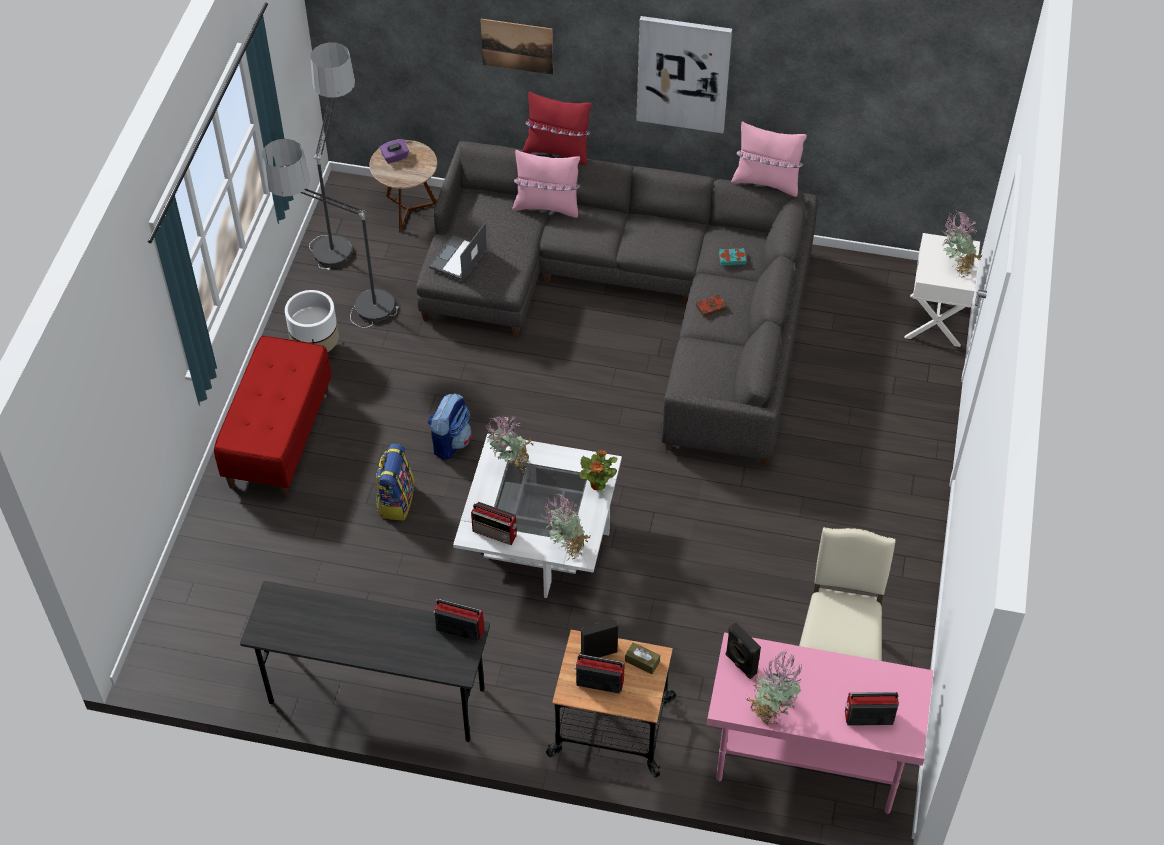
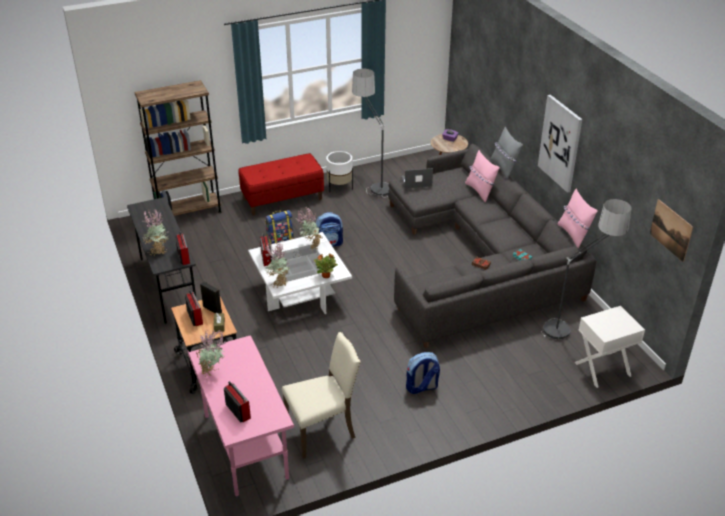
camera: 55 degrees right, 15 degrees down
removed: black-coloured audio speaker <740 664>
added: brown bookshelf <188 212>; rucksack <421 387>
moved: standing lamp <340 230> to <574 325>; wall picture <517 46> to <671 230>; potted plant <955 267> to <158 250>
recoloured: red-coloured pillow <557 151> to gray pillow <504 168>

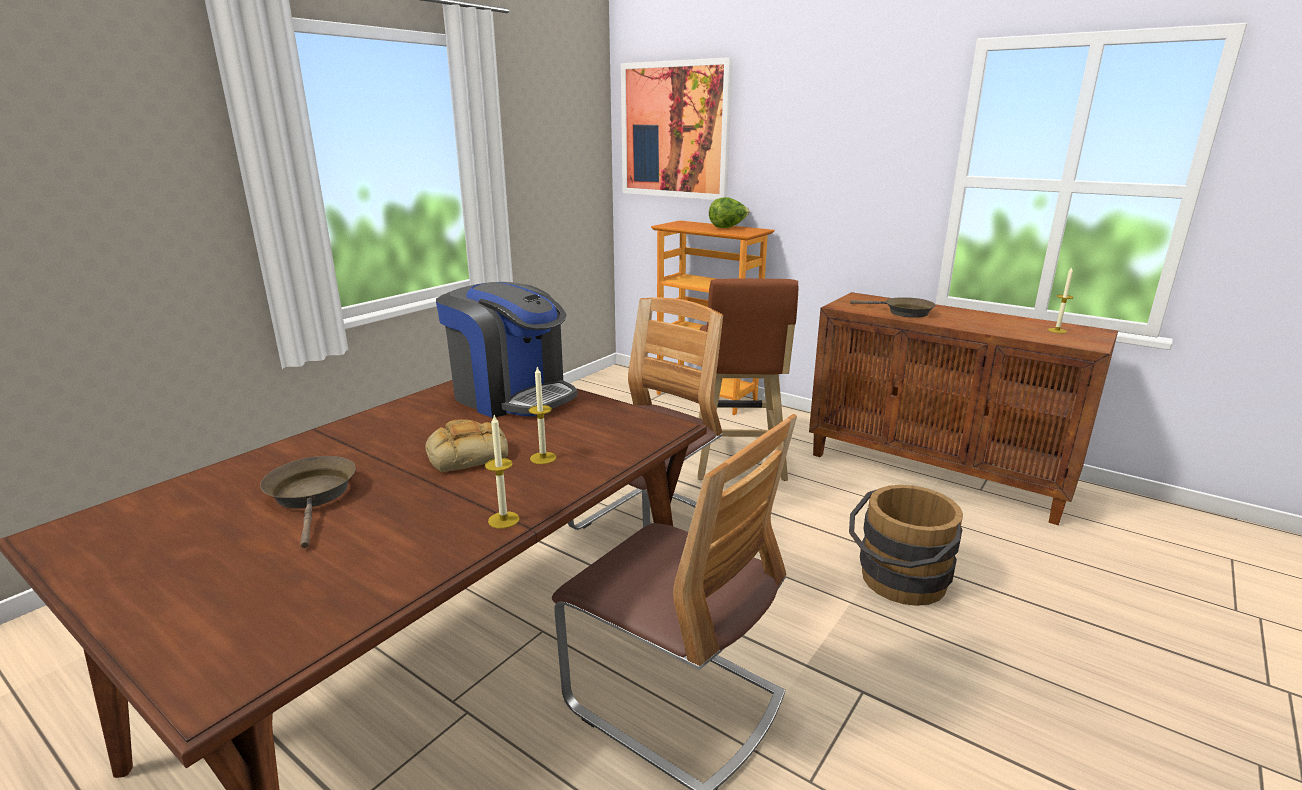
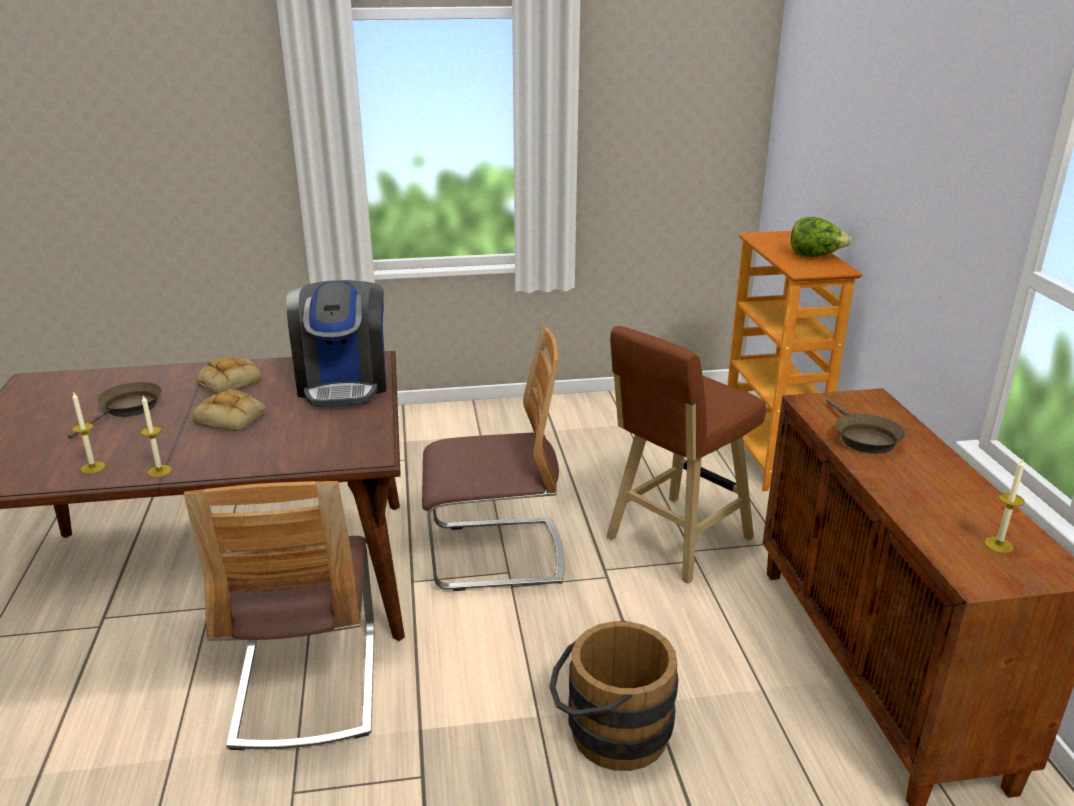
camera: 45 degrees right, 5 degrees up
removed: wall picture <675 130>
added: baked bread <230 382>
moved: wax candle <543 458> to <93 467>

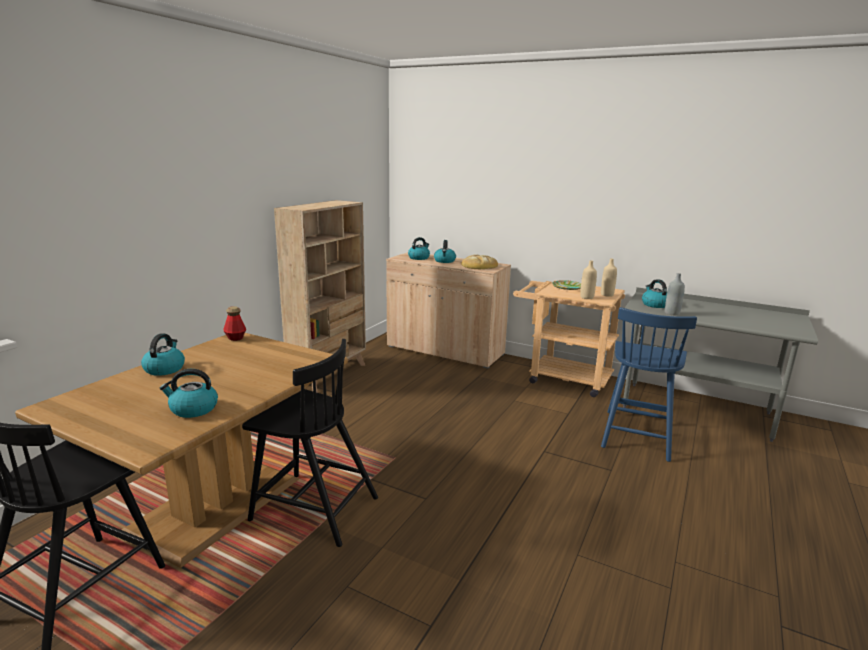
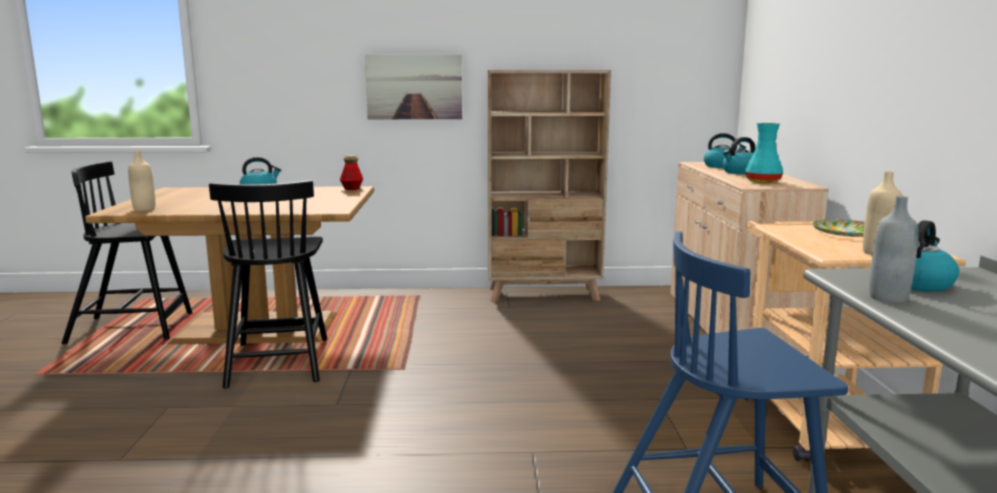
camera: 60 degrees right, 5 degrees down
removed: kettle <193 409>
added: wall picture <414 87>
moved: beige beverage bottle <586 297> to <144 209>
replaced: baked bread <479 266> to turquoise-coloured flower vase <763 181>

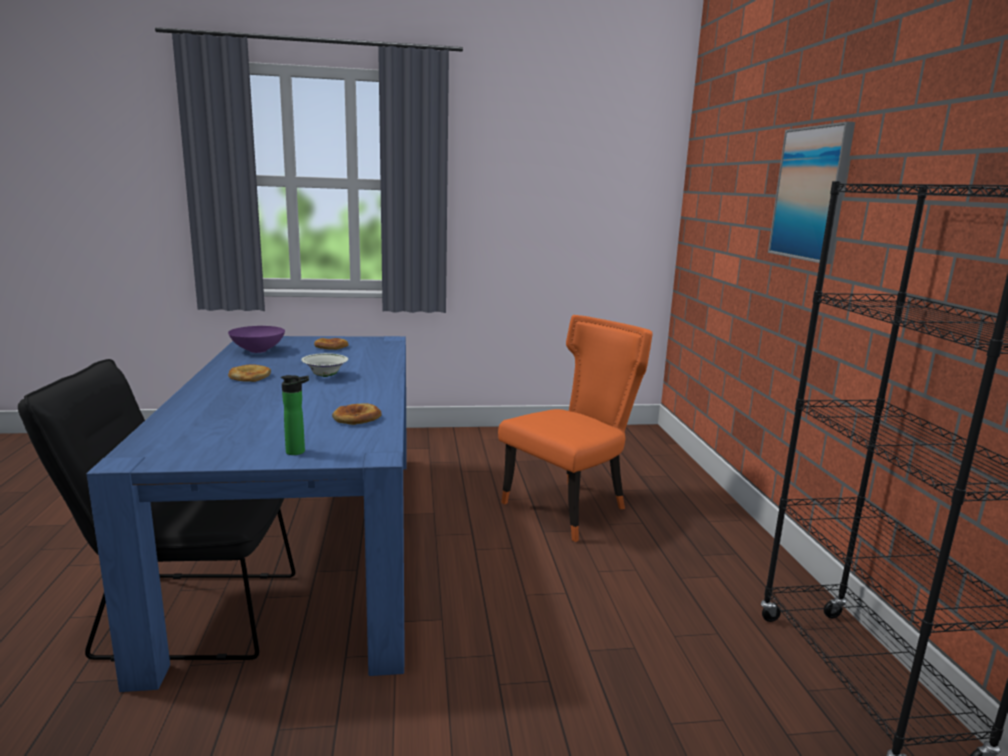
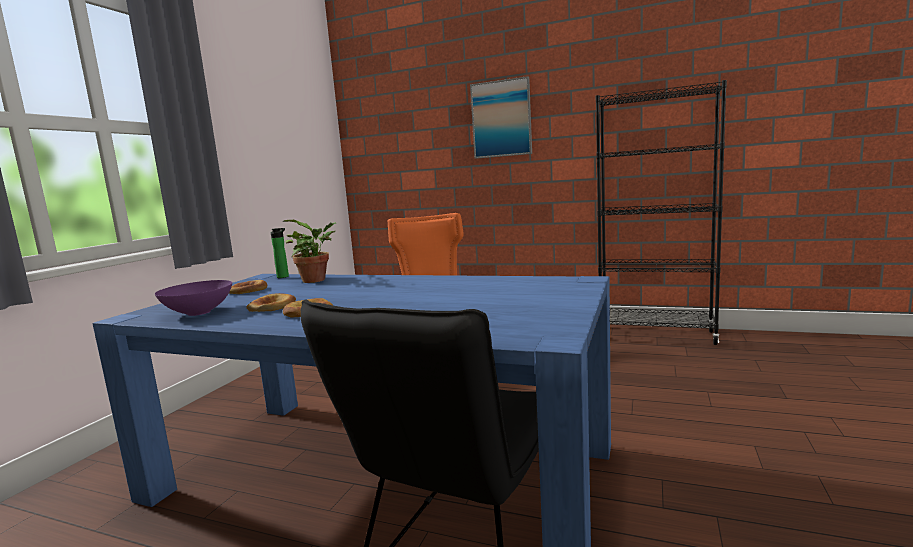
camera: 60 degrees left, 5 degrees down
removed: whitish bowl <325 376>
added: potted plant <317 280>
moved: beverage bottle <298 451> to <284 276>; baked bread <356 418> to <273 307>

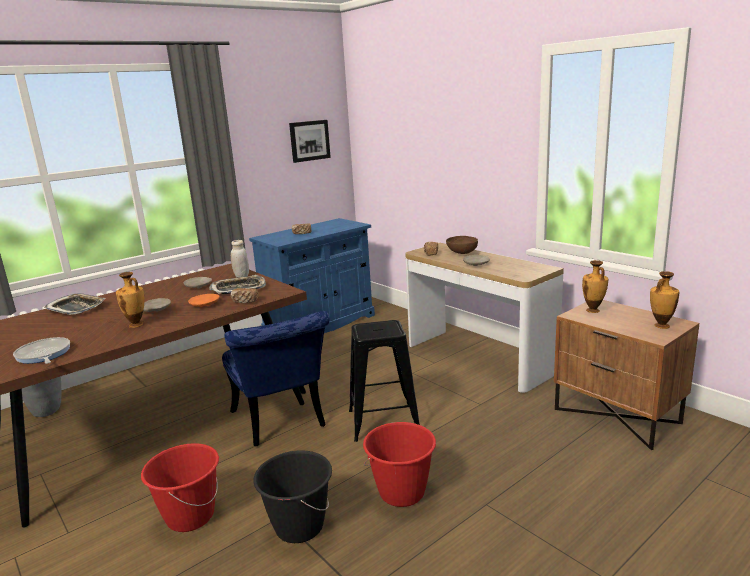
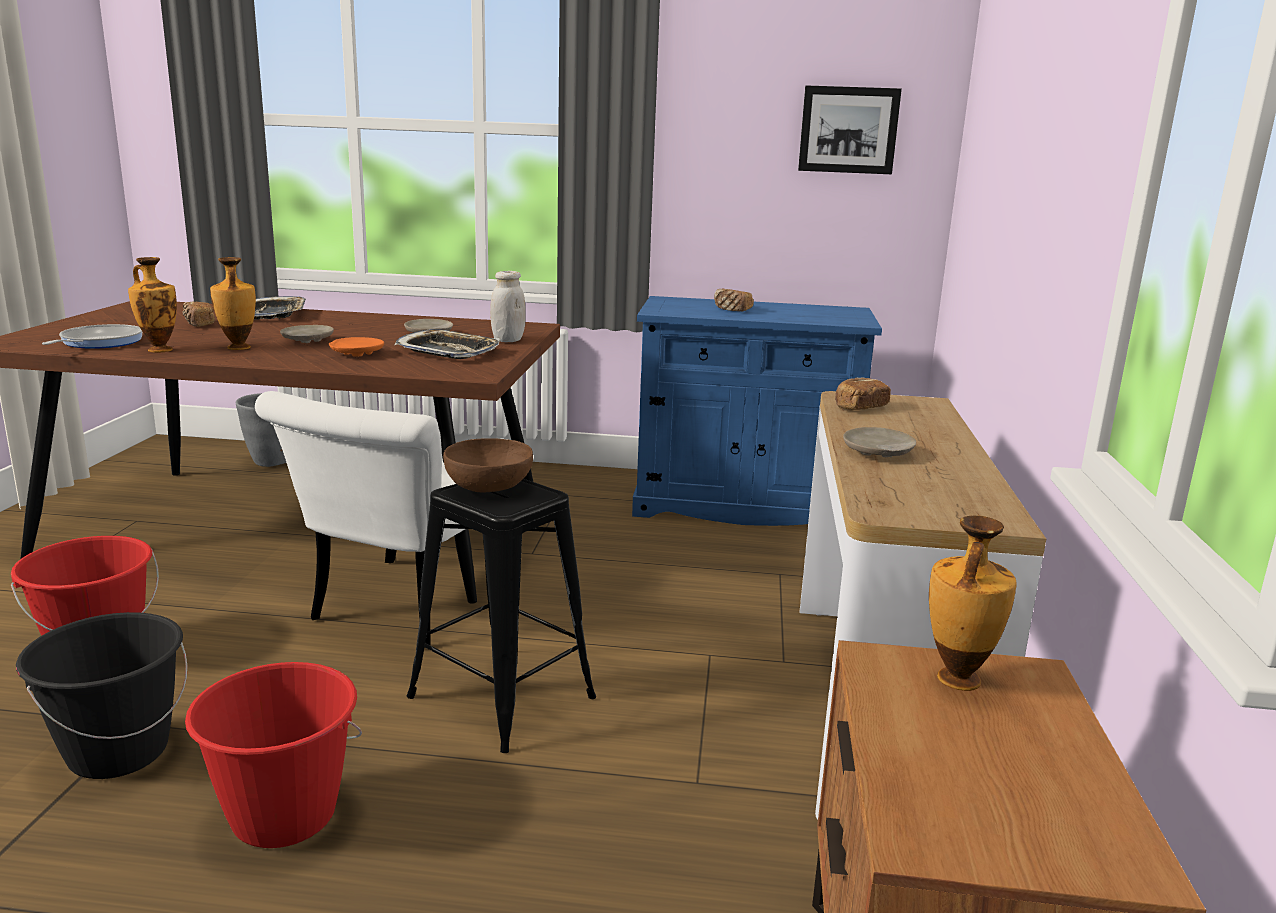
camera: 45 degrees right, 0 degrees up
moved: baked bread <245 301> to <199 324>; brown bowl <461 252> to <489 486>; flower vase <661 326> to <159 349>
recoloured: blue plain chair <281 423> to whitish plain chair <398 610>

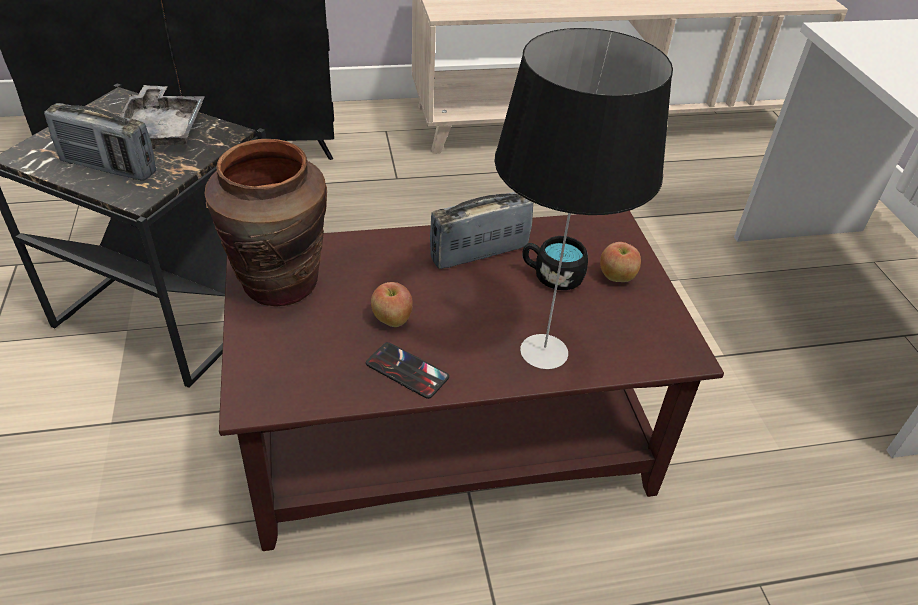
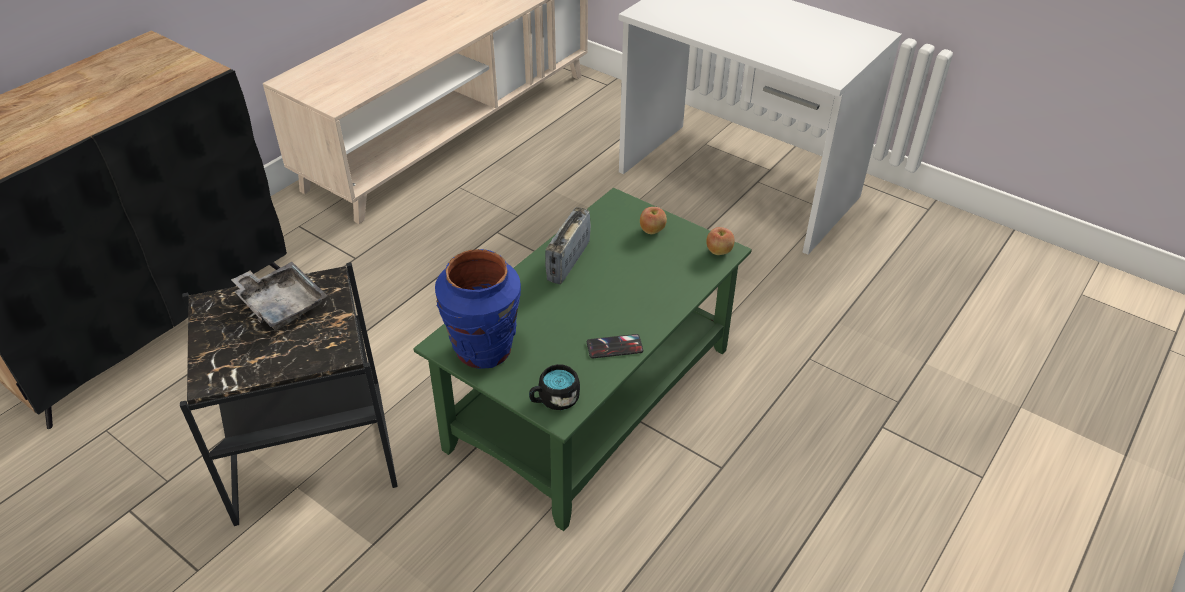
camera: 40 degrees left, 0 degrees up
removed: radio set <109 168>; table lamp <546 352>
moved: whole apple <391 320> to <719 252>; black-coloured coffee mug <551 276> to <554 399>
recoloured: brown flower vase <280 283> to blue flower vase <484 350>; brown coffee table <446 438> to green-coloured coffee table <590 400>

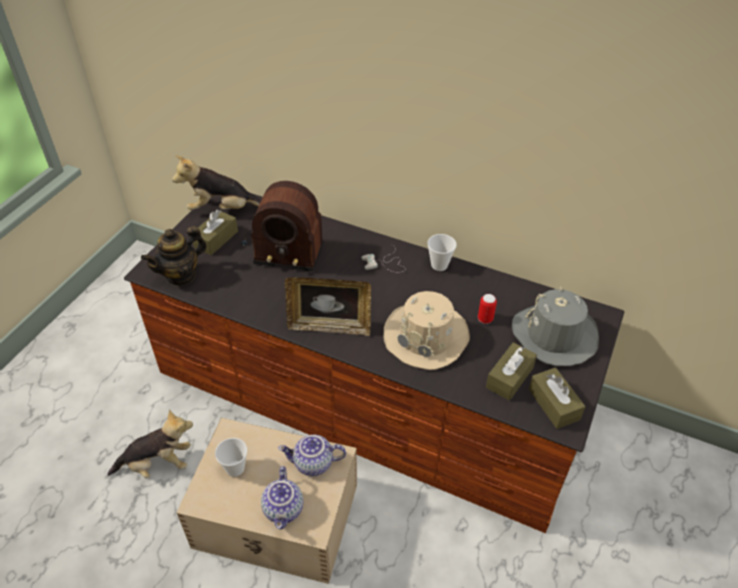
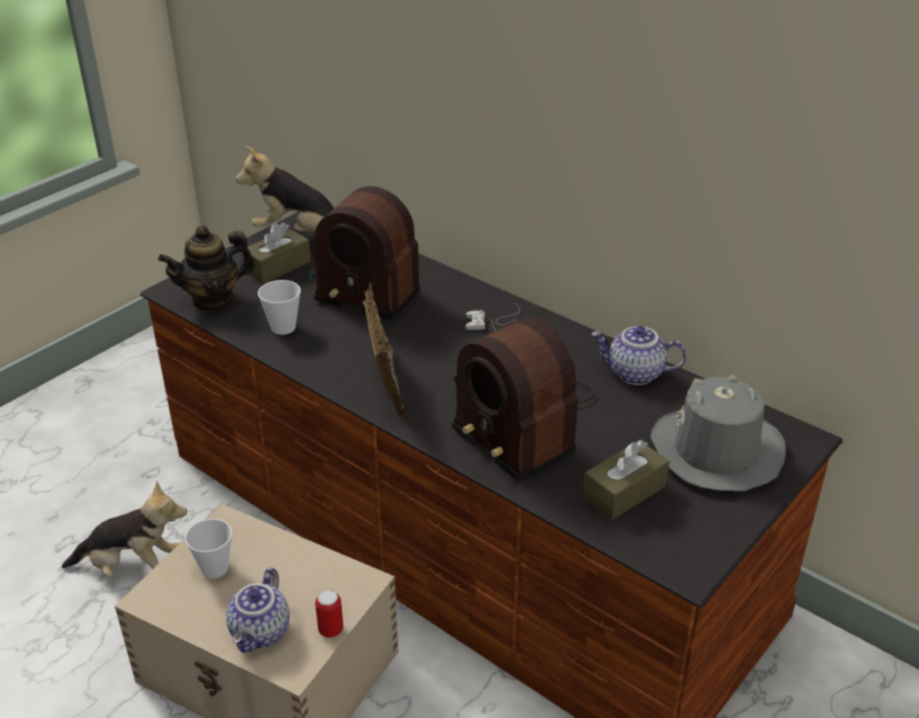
camera: 15 degrees right, 10 degrees down
removed: brown box of tissues <553 404>
moved: pot for tea <313 464> to <634 374>; drinking cup <439 265> to <283 327>; sealed can <485 319> to <331 630>
replaced: beige wearable hat <426 336> to radio set <521 421>
turned: photo frame <329 326> = <387 387> 120 degrees counterclockwise

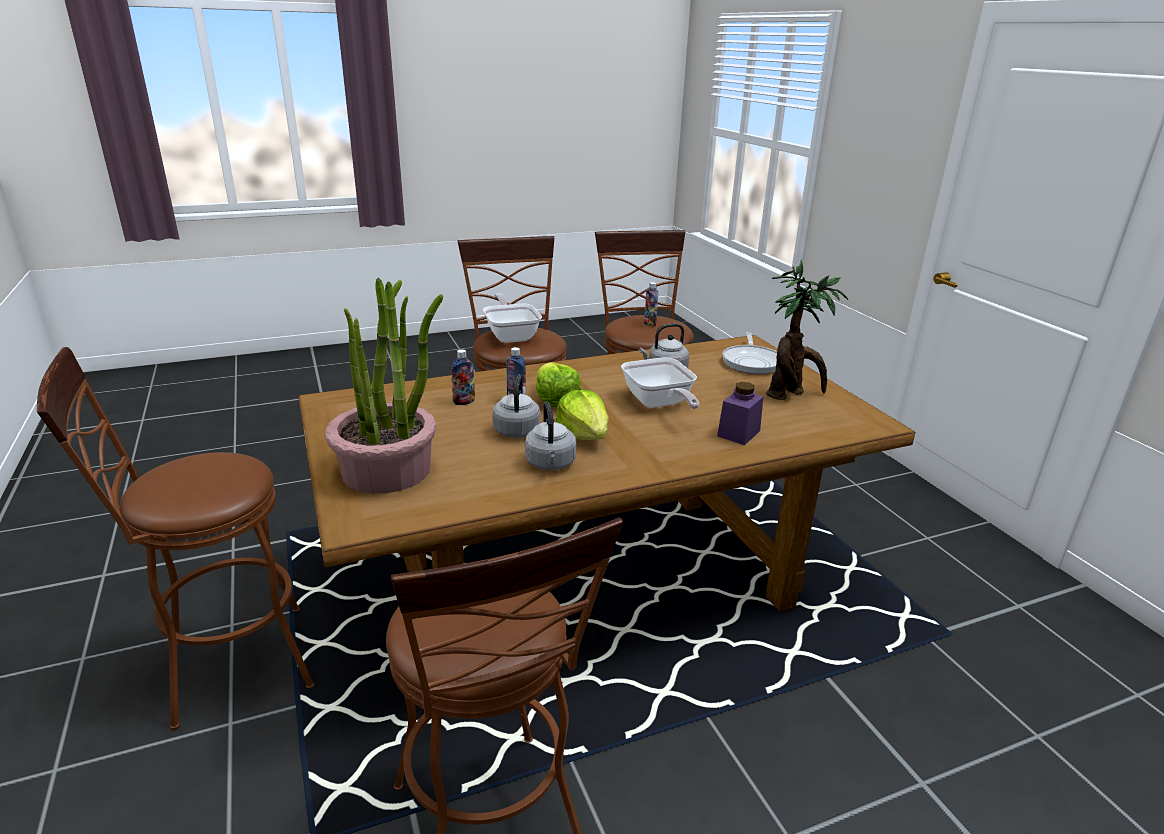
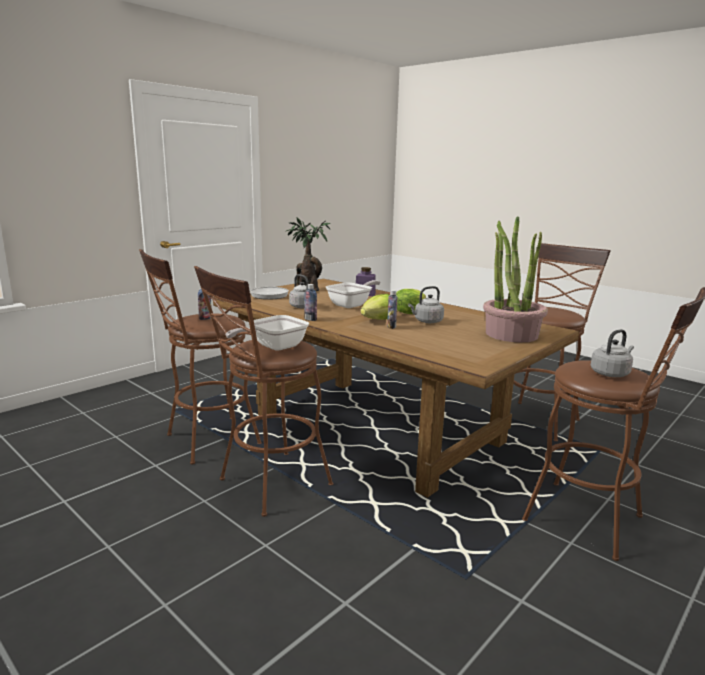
camera: 115 degrees left, 10 degrees down
moved: beverage bottle <464 402> to <310 319>; gray kettle <550 464> to <611 373>

